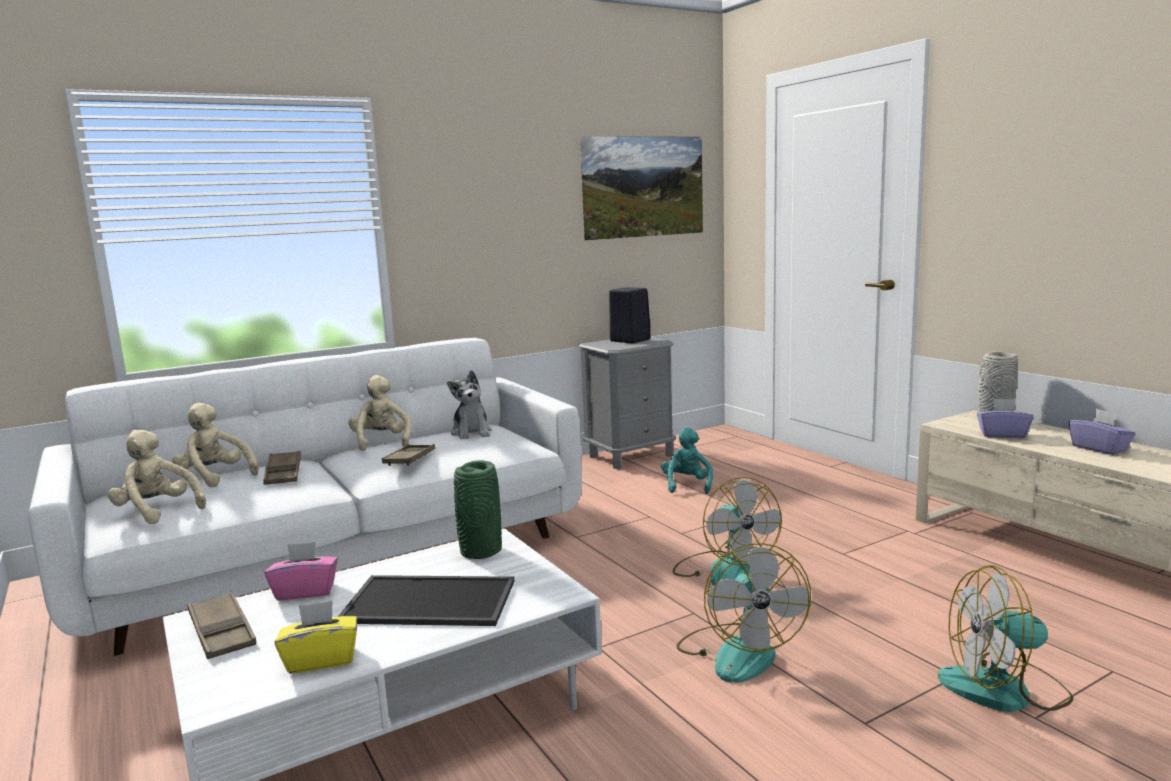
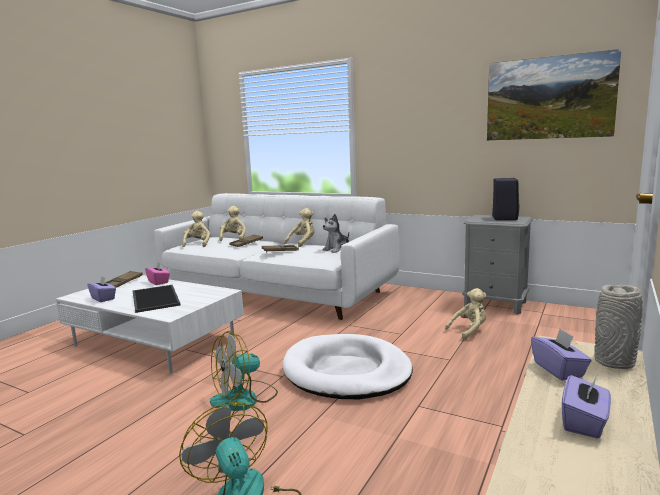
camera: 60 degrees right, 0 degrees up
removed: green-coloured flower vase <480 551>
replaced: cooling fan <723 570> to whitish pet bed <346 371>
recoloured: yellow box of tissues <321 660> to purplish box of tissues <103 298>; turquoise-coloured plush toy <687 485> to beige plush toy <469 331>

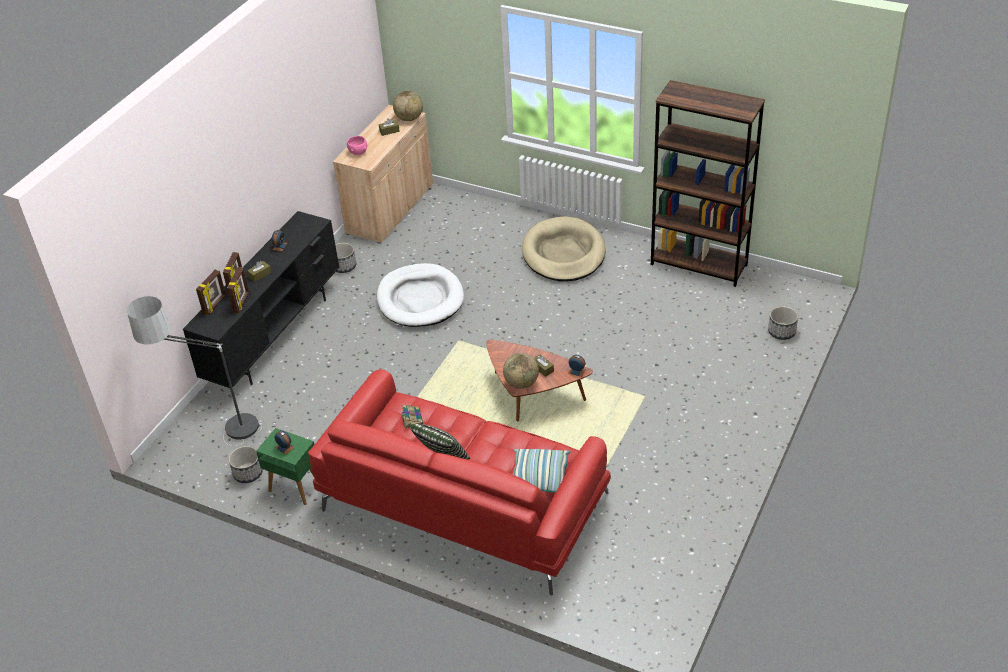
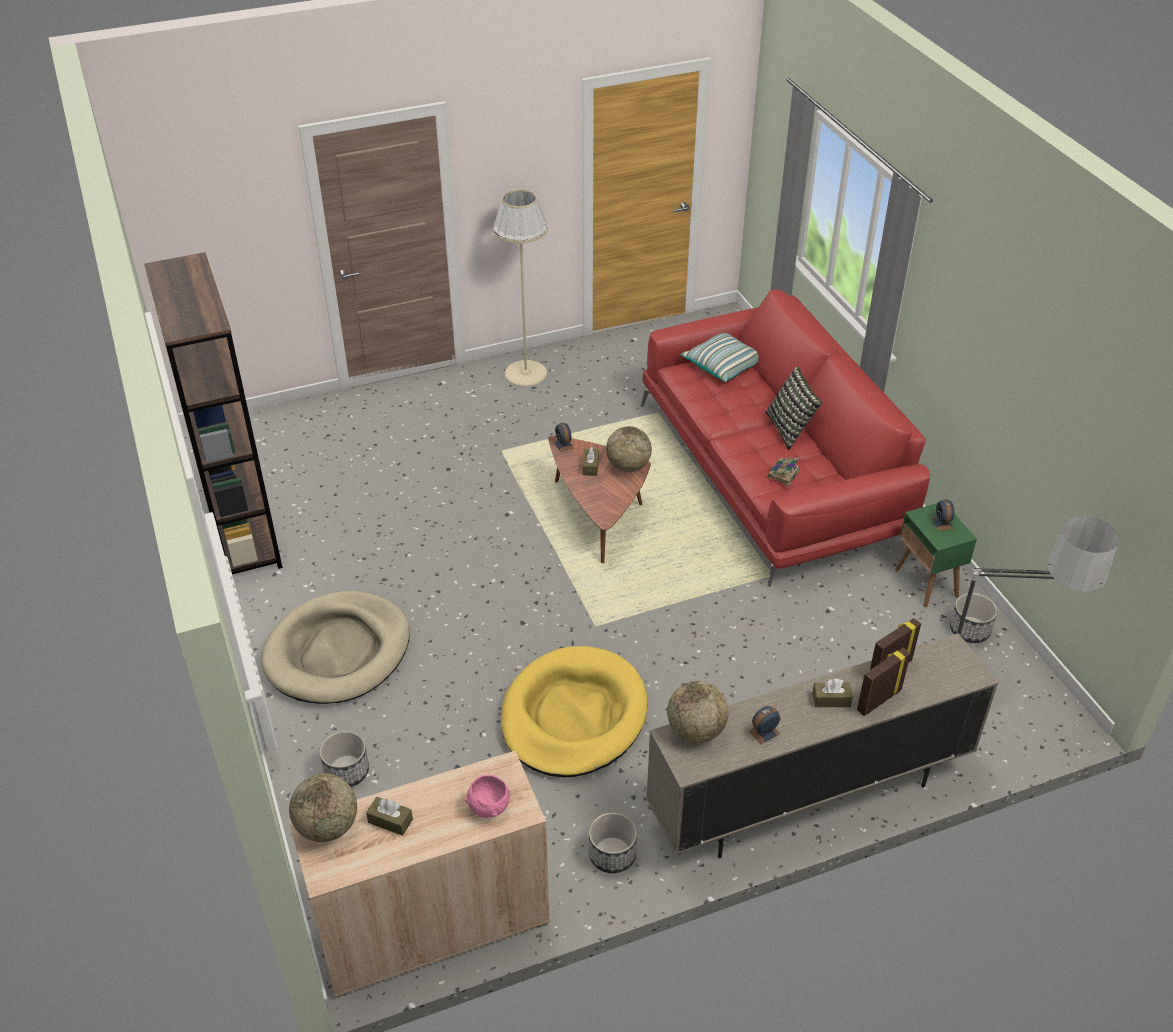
camera: 140 degrees left, 0 degrees up
removed: photo frame <215 305>
added: beige standing lamp <526 373>; globe <696 731>
moved: planter <781 332> to <346 771>
recoloured: black-coloured tv stand <275 336> to beige tv stand <807 798>; whitish pet bed <420 299> to yellow pet bed <573 716>

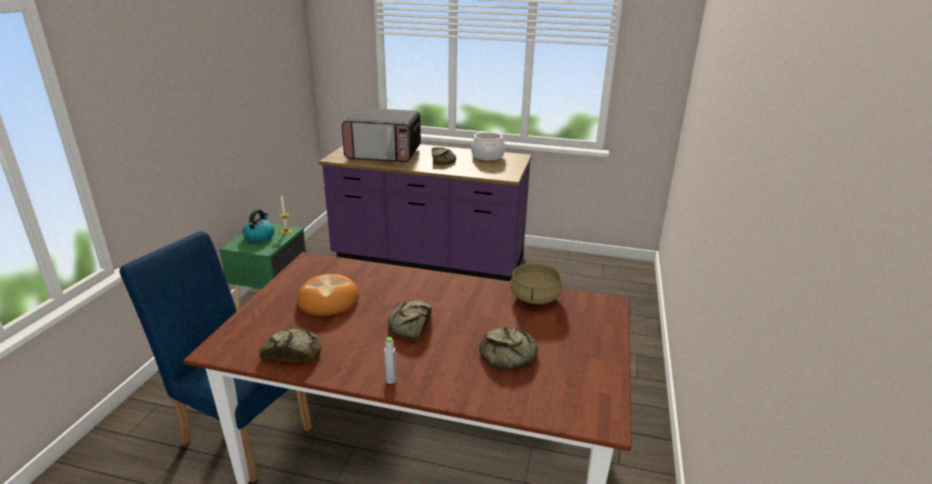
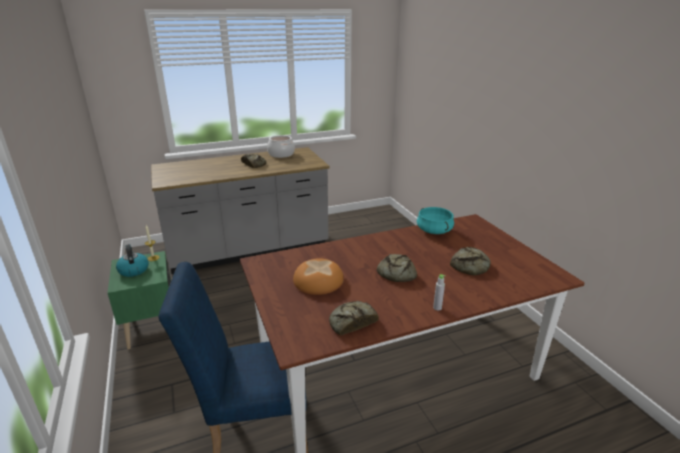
camera: 35 degrees left, 0 degrees up
removed: kitchen microwave <384 154>
recoloured: purplish kitchen base unit <429 259> to gray kitchen base unit <248 249>; beige cooking pot <534 297> to turquoise-coloured cooking pot <433 230>

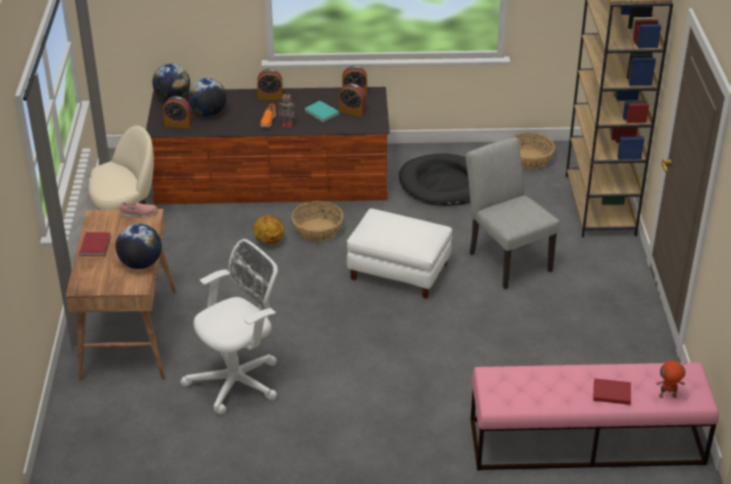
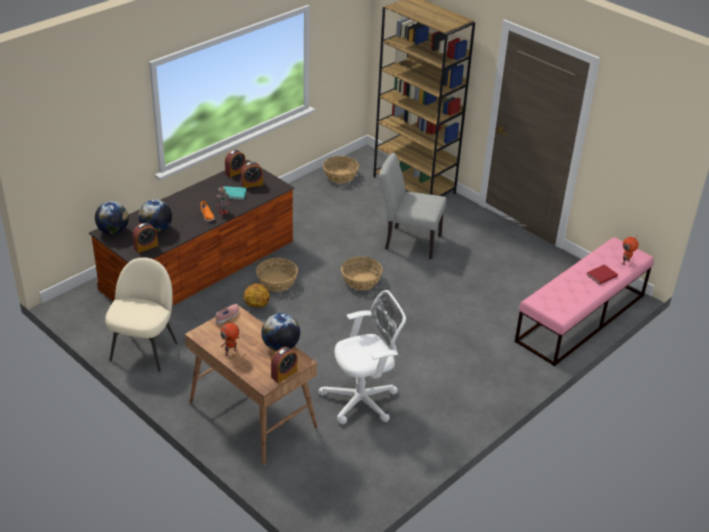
camera: 45 degrees left, 0 degrees up
removed: black-coloured pet bed <444 184>
moved: table clock <270 96> to <284 374>
replaced: red-coloured book <96 245> to model robot <230 352>; whitish pouffe <399 271> to basket <361 280>
turned: whitish office chair <238 381> = <363 400> 60 degrees clockwise

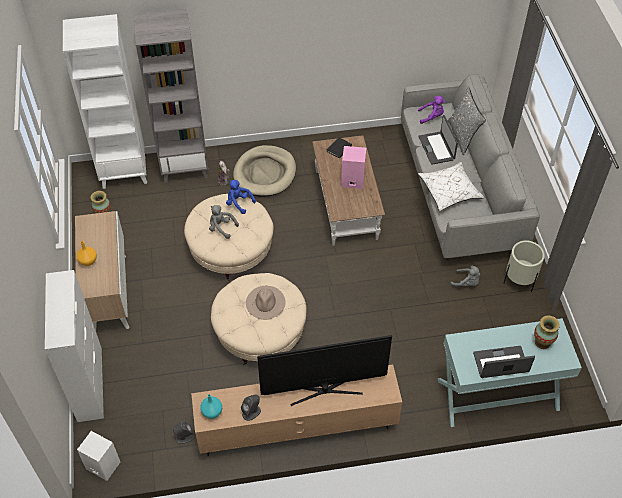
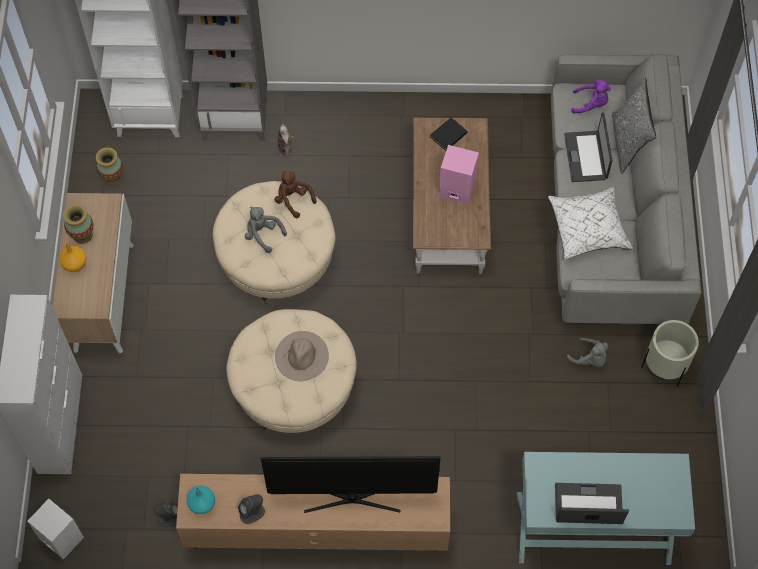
camera: 10 degrees right, 10 degrees up
removed: beige pet bed <265 173>
moved: flower vase <542 342> to <82 235>
recoloured: blue plush toy <238 203> to brown plush toy <293 200>

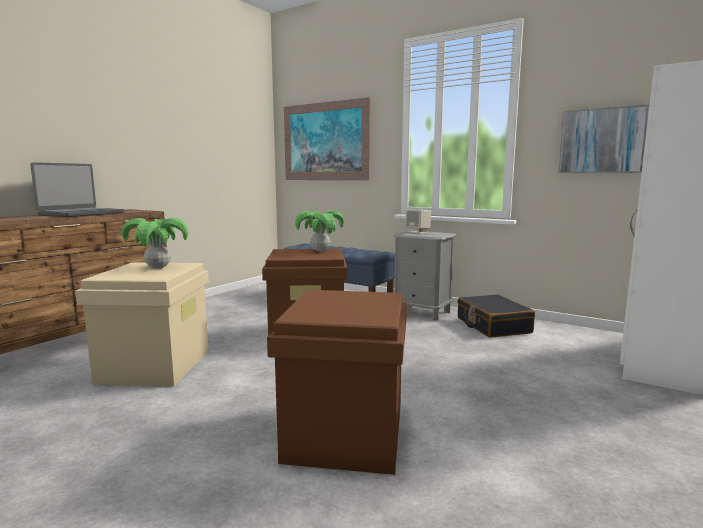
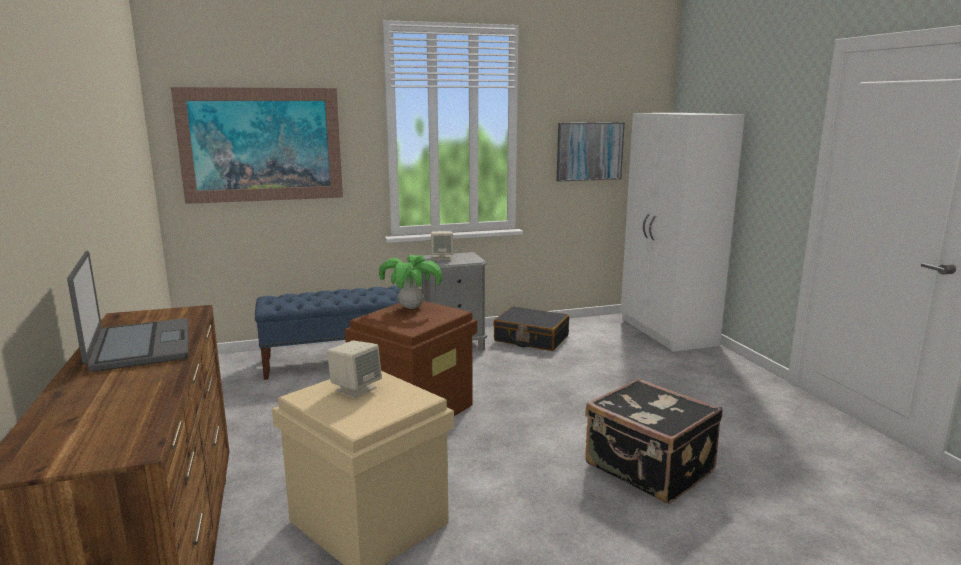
camera: 50 degrees left, 5 degrees up
replaced: potted plant <158 267> to beige audio speaker <355 389>; brown storage box <346 434> to black-coloured suitcase <648 469>

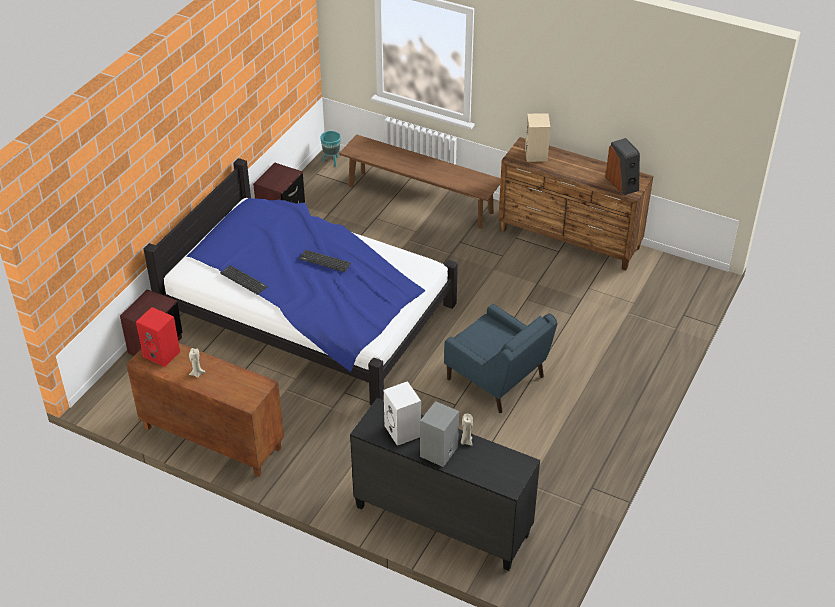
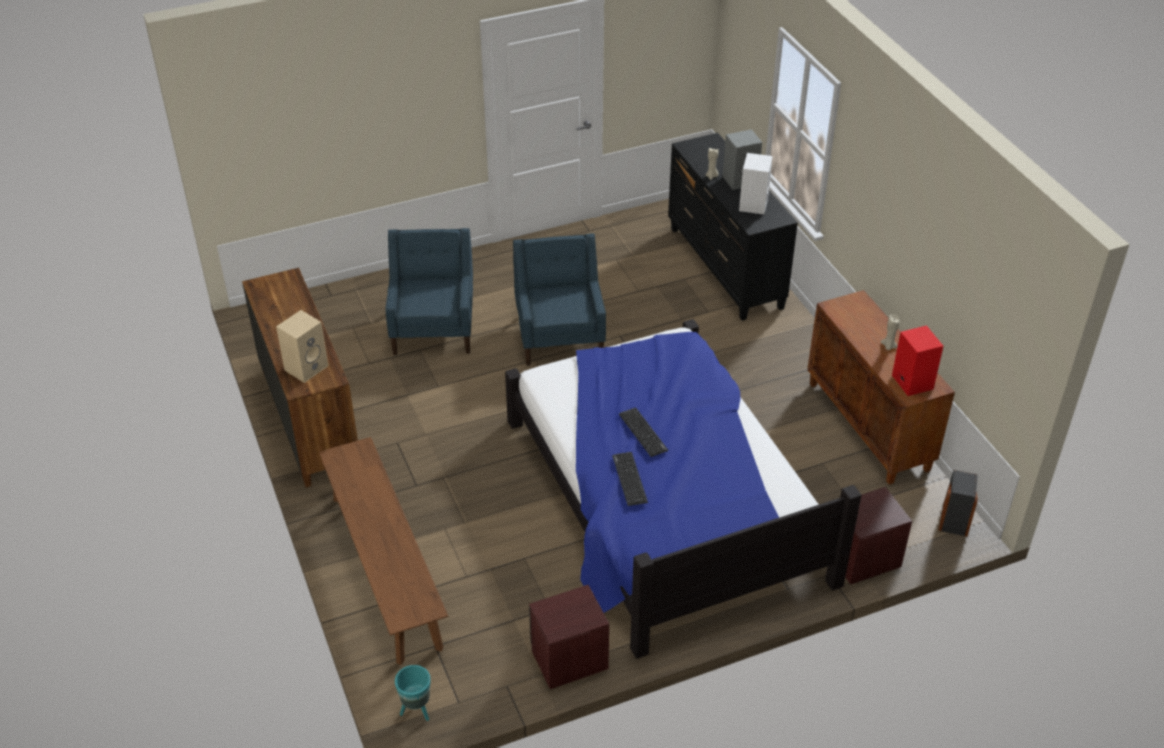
camera: 140 degrees left, 0 degrees up
added: blue armchair <434 327>
moved: keyboard <243 280> to <629 479>; audio speaker <622 183> to <954 517>

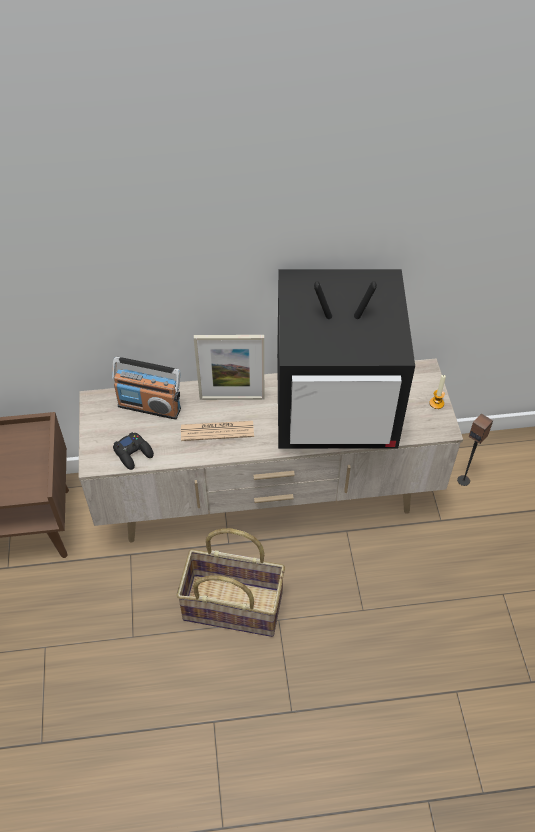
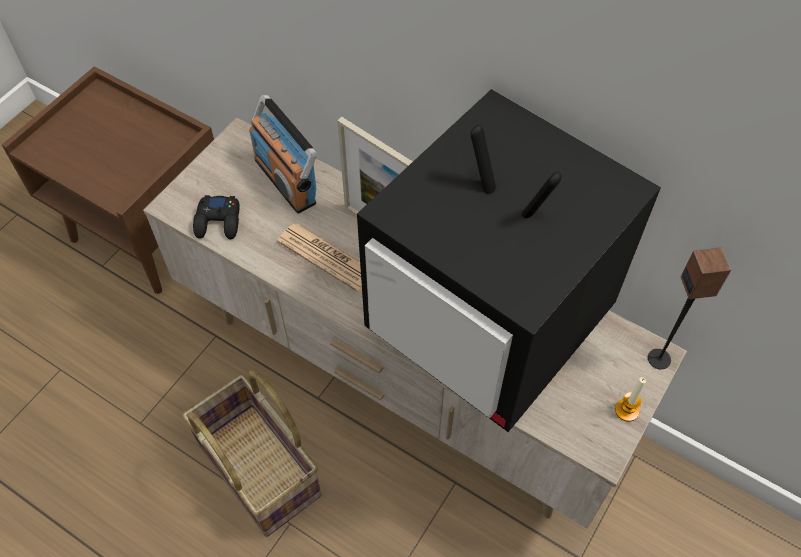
camera: 40 degrees right, 5 degrees up
moved: audio speaker <463 480> to <659 359>

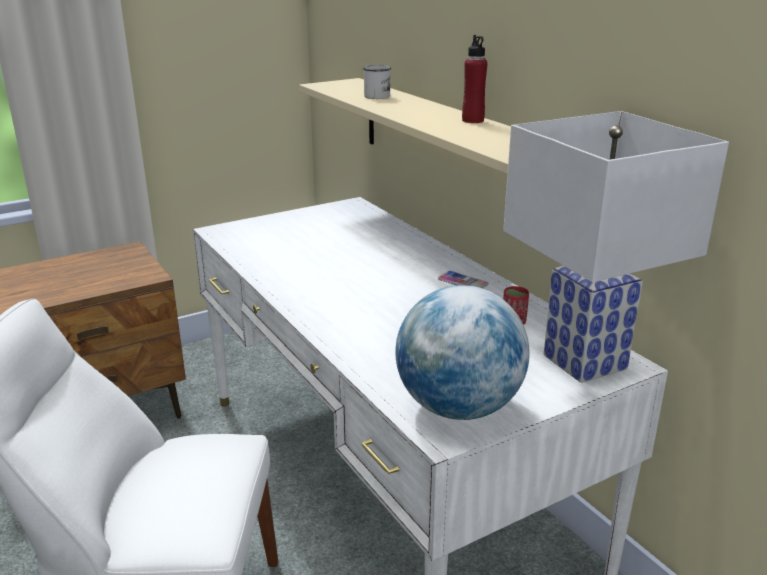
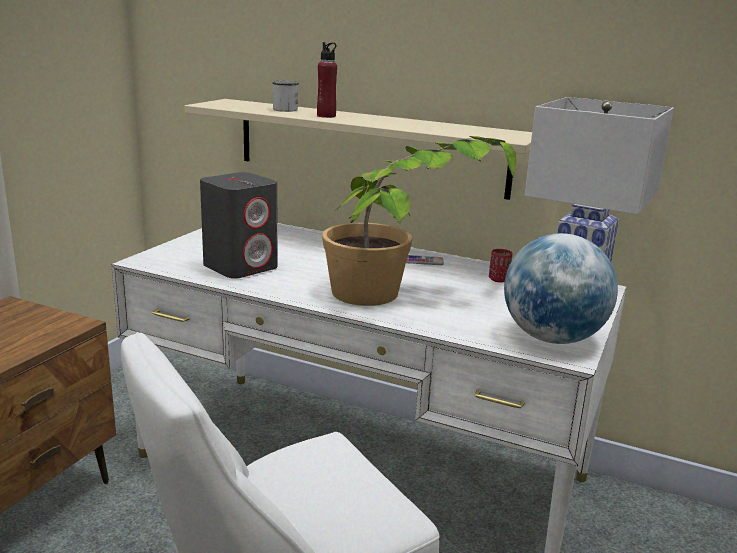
camera: 35 degrees left, 5 degrees down
added: gray audio speaker <241 266>; potted plant <400 297>
moved: red-coloured beverage bottle <473 120> to <326 116>

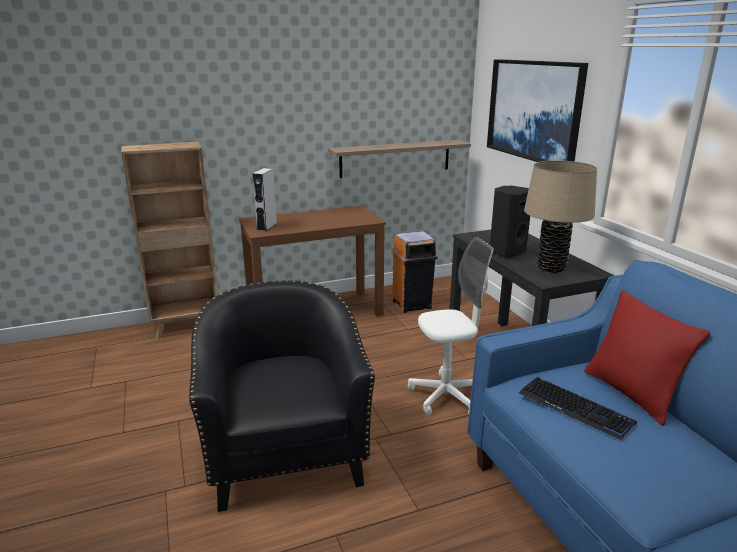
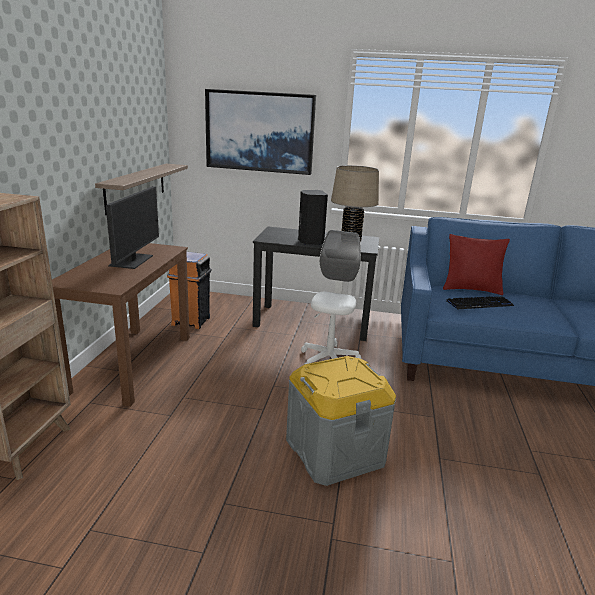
camera: 60 degrees left, 0 degrees up
removed: gray audio speaker <266 226>
added: computer display <132 260>
replaced: black-coloured armchair <286 453> to gray storage box <334 451>

